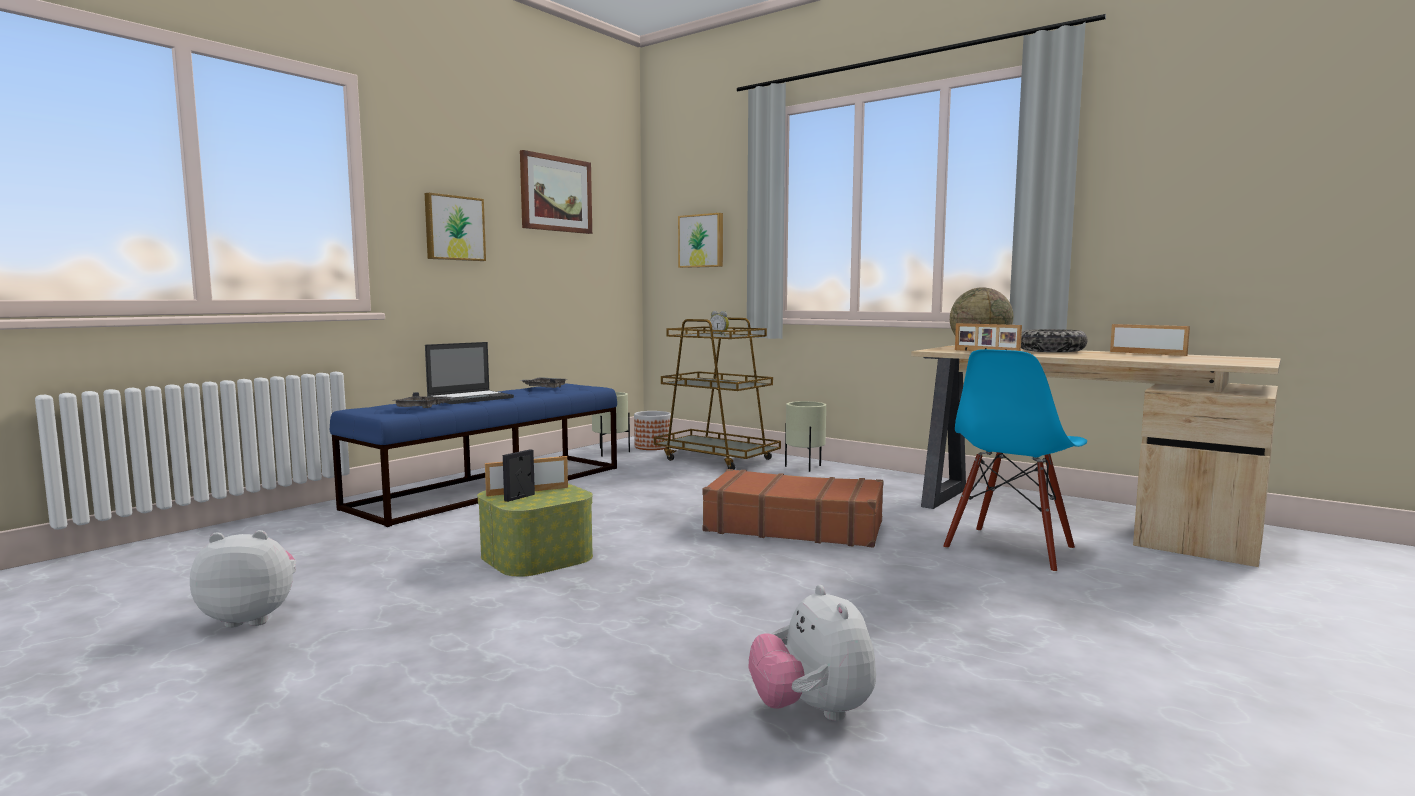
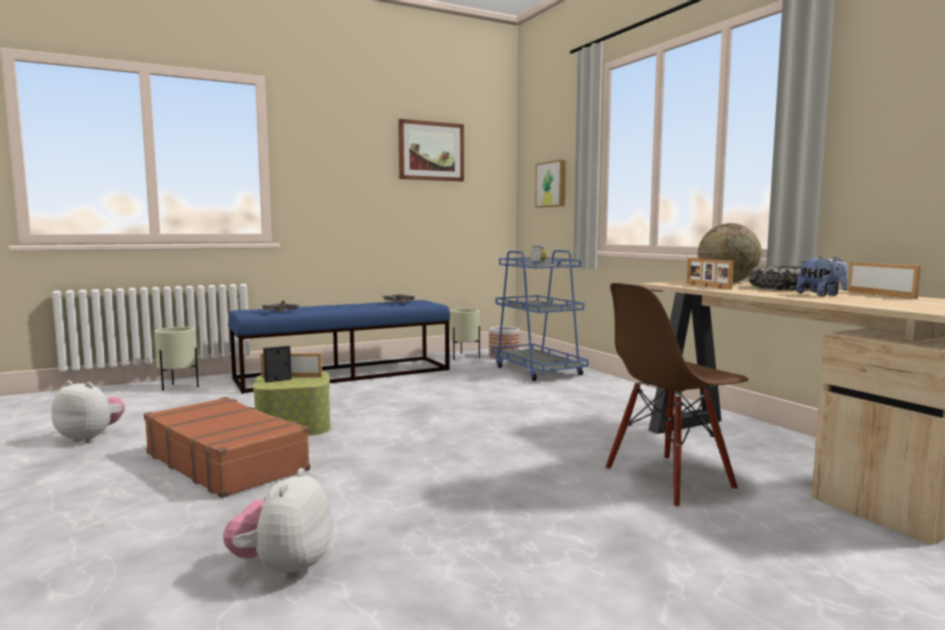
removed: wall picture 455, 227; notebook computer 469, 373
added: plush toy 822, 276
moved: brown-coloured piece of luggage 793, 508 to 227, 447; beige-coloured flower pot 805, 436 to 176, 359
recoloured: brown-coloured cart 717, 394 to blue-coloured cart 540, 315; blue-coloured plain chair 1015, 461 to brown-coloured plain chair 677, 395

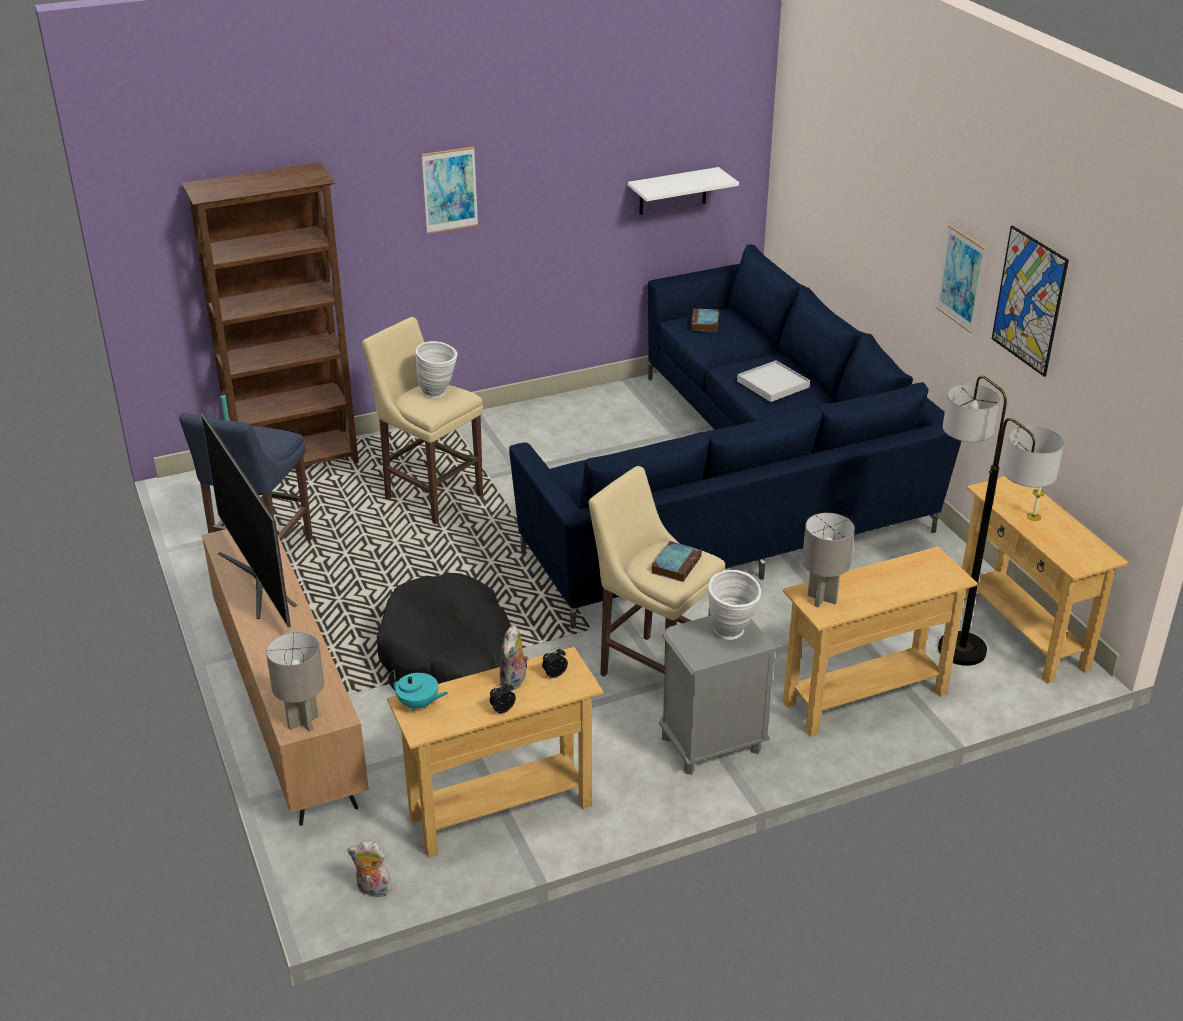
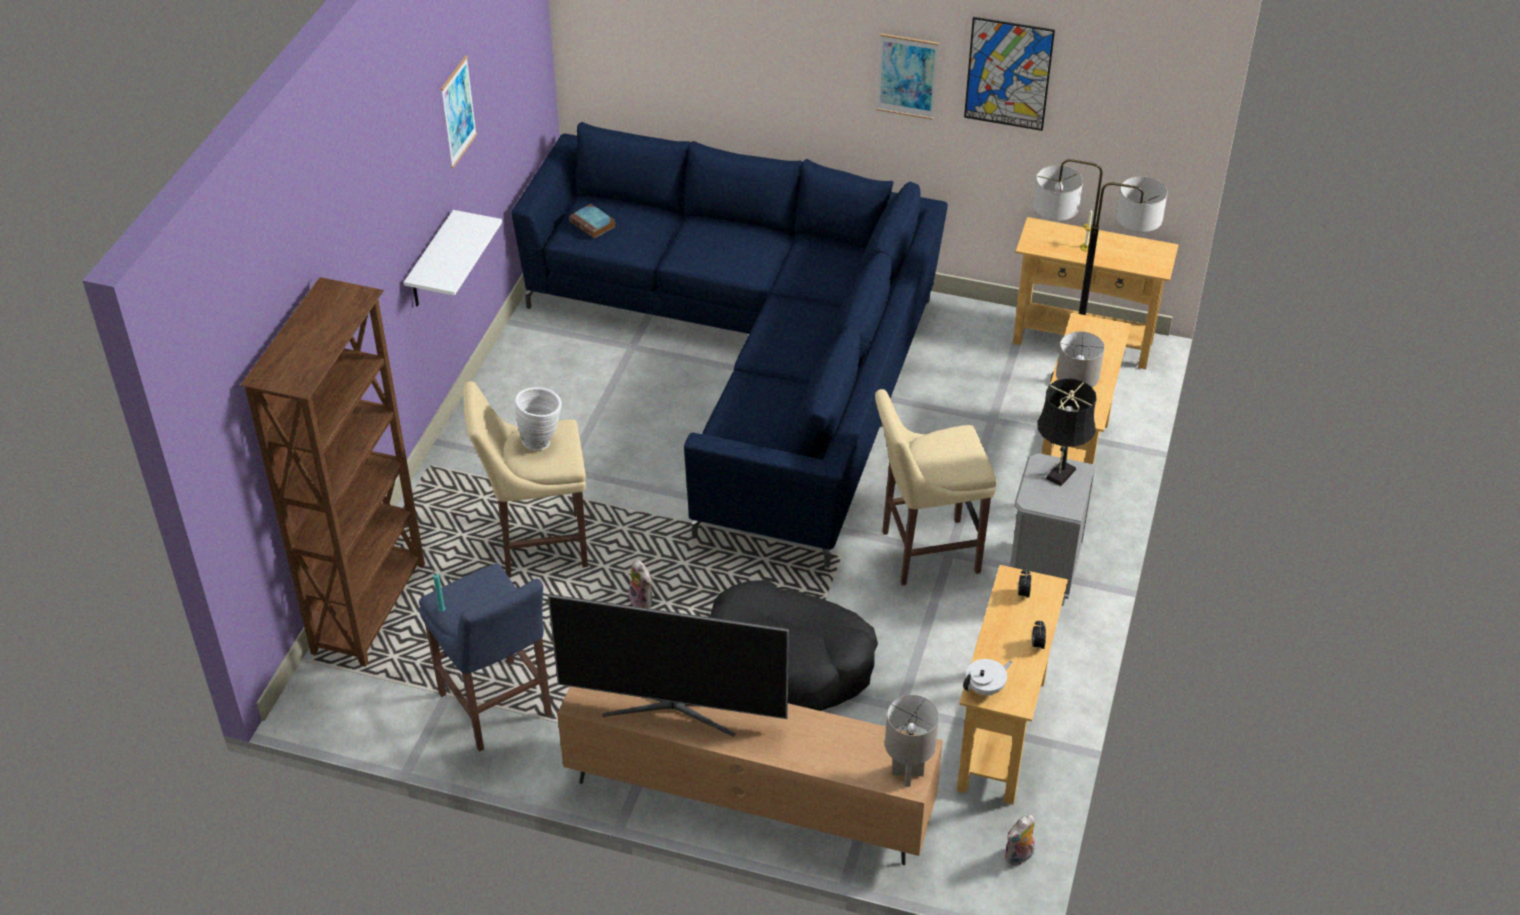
removed: bound book 676, 561; whitish tray 773, 381
moved: wall picture 449, 190 to 459, 111; plush toy 514, 658 to 641, 583; whitish bracket shelf 683, 191 to 453, 258
replaced: whitish vase 734, 605 to blackish tabletop lamp 1067, 432
recoloured: turquoise-coloured pot for tea 418, 690 to whitish pot for tea 988, 677

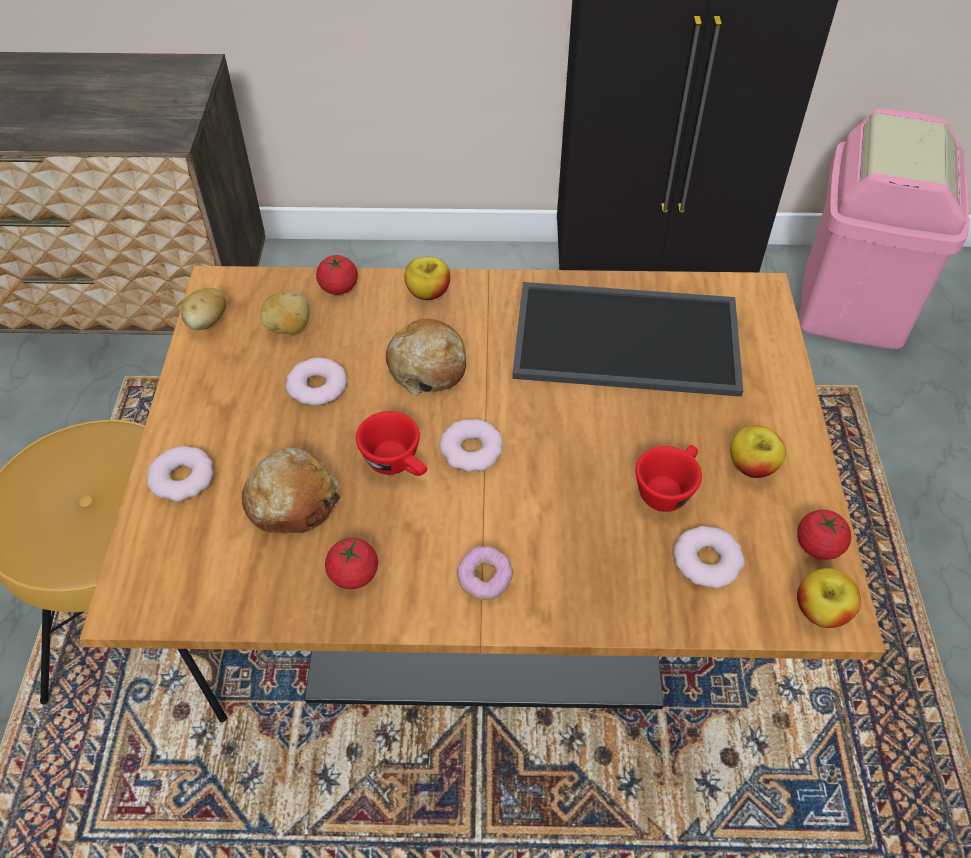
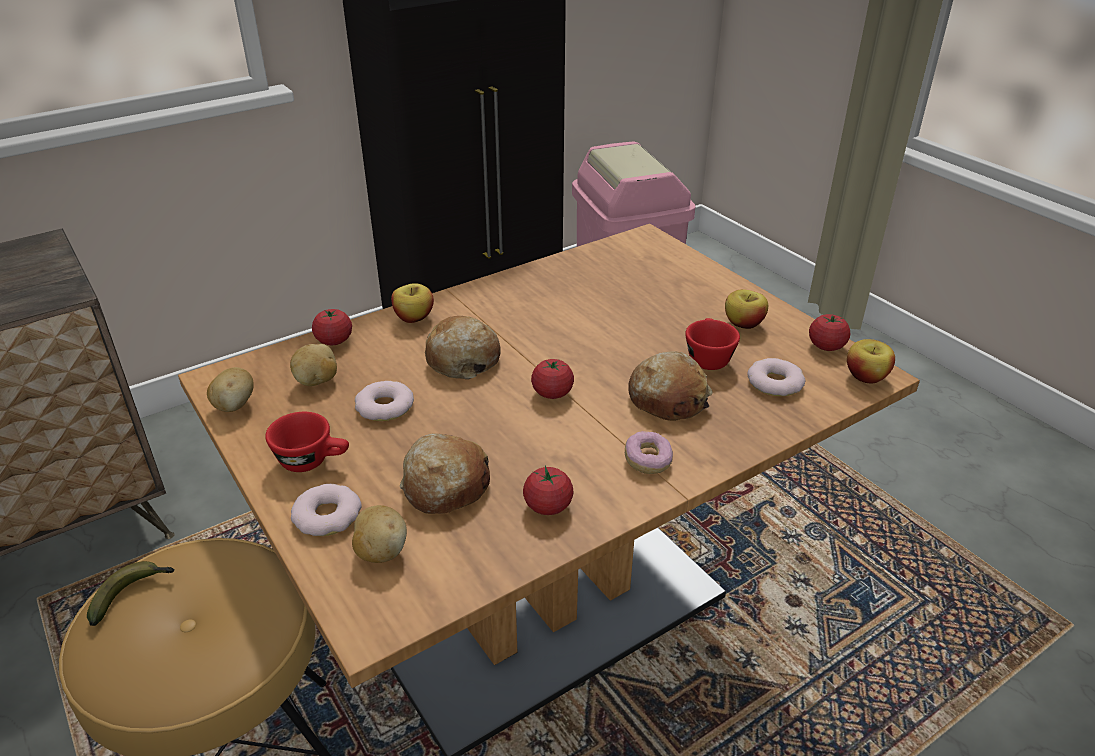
removed: tray 627, 339
added: banana 131, 593; whole potato 379, 534; bread 670, 386
moved: red cup 391, 443 to 307, 442
replaced: donut 471, 445 to fresh tomato 552, 379

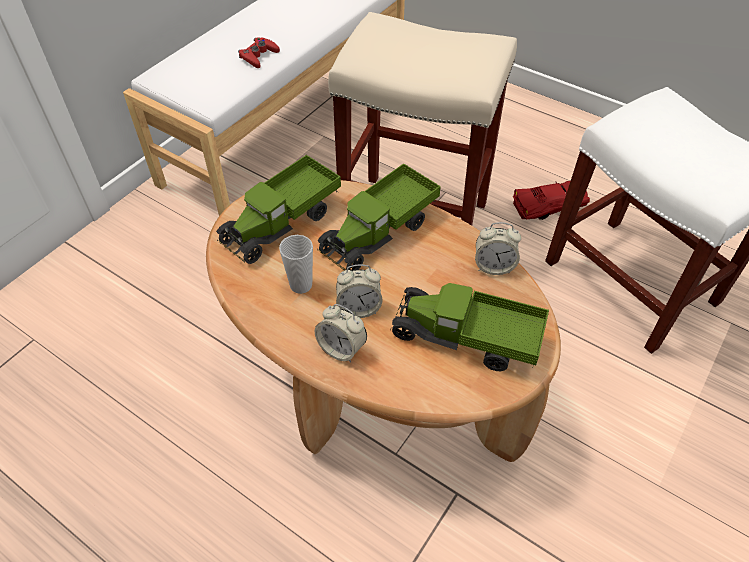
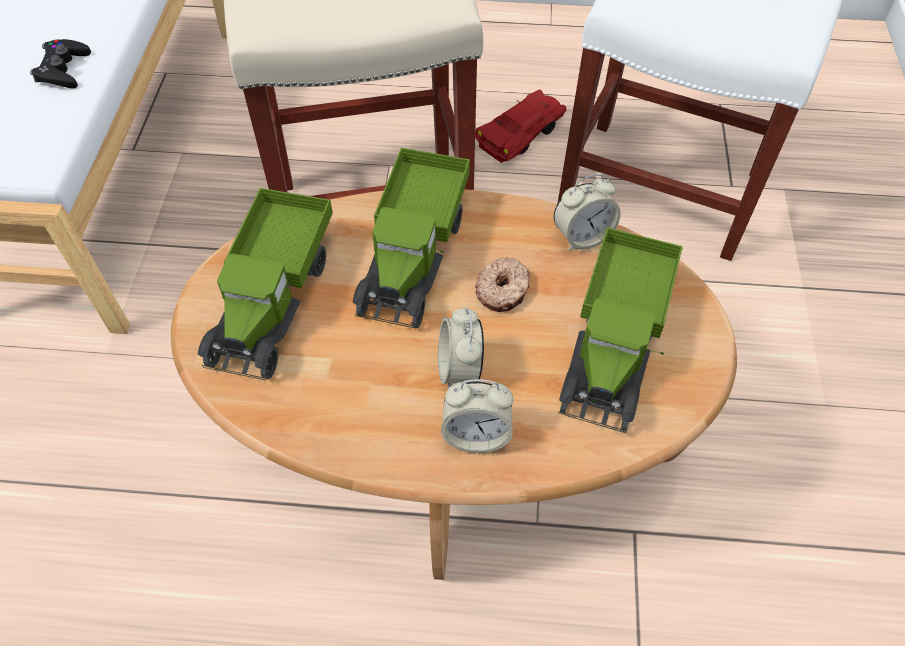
removed: cup 296, 264
added: donut 502, 284
recoloured: red gamepad 259, 52 to blackish gamepad 60, 64
turned: bedside clock 359, 291 = 461, 348 120 degrees clockwise; model truck 469, 327 = 620, 330 60 degrees counterclockwise

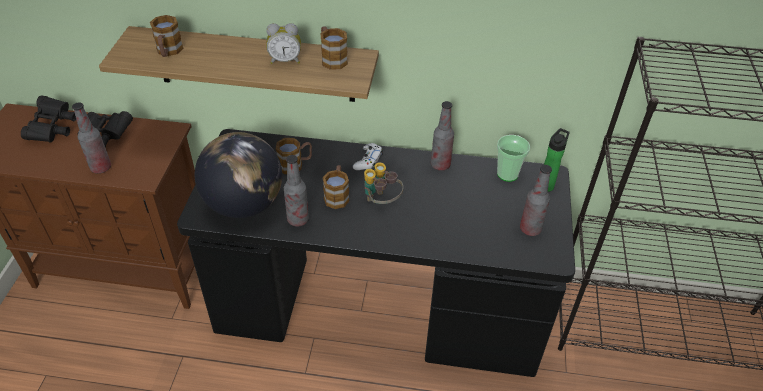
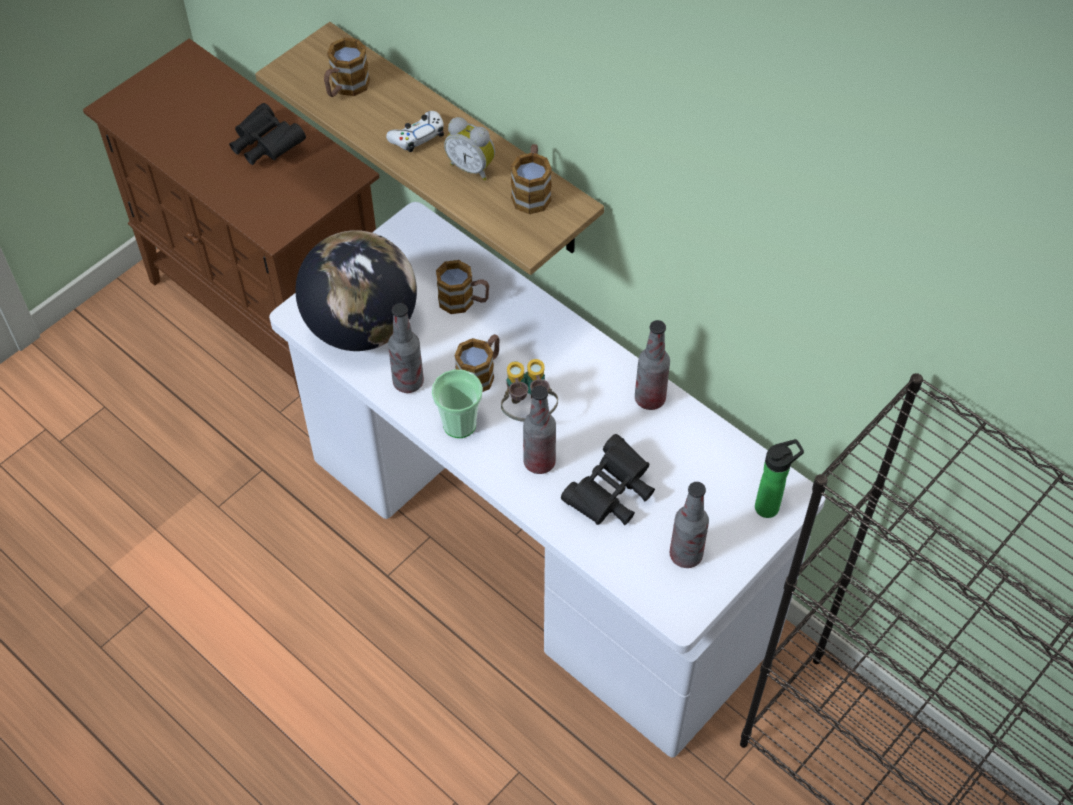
moved: blackish binoculars 48, 119 to 608, 479; bottle 91, 138 to 539, 429; whitish gamepad 368, 156 to 415, 131; cup 513, 158 to 457, 403
recoloured: blackish desk table 376, 253 to whitish desk table 547, 480

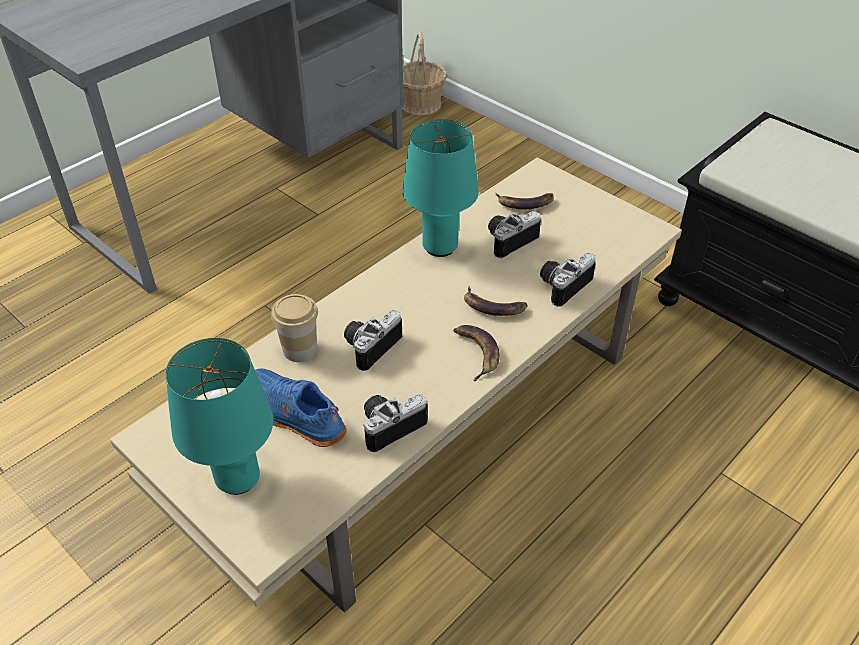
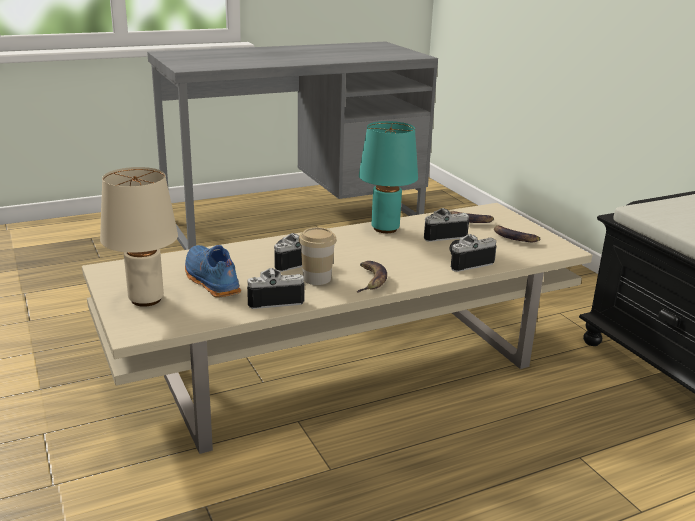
removed: basket 424, 73
moved: cup 294, 328 to 318, 256; banana 496, 301 to 517, 234
recoloured: turquoise-coloured tabletop lamp 219, 416 to beige-coloured tabletop lamp 139, 237

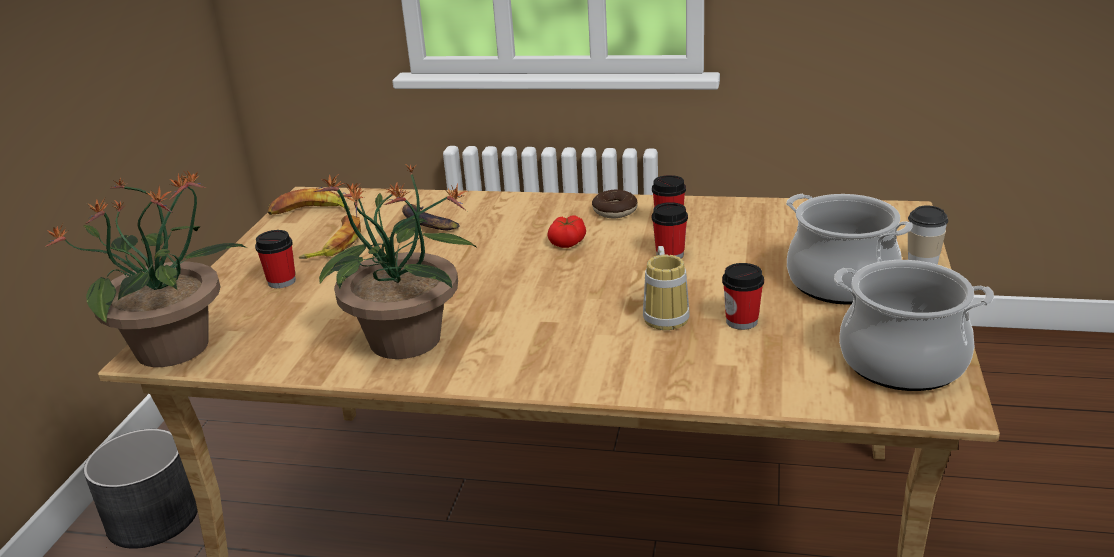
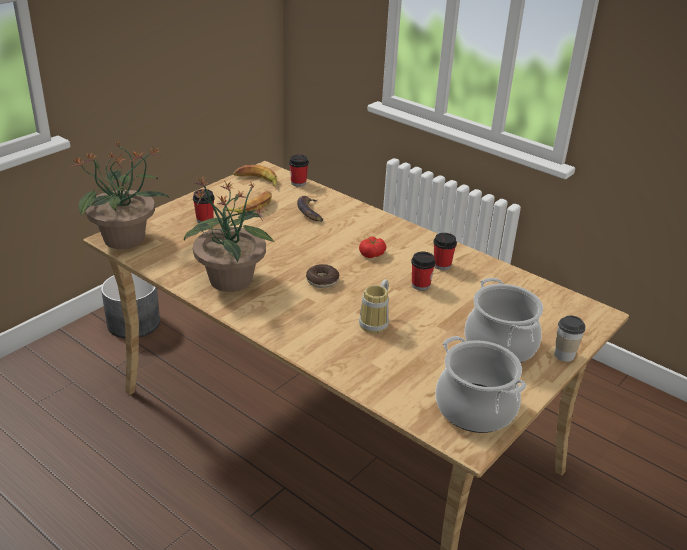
moved: donut 614, 204 to 322, 276; cup 743, 296 to 299, 171

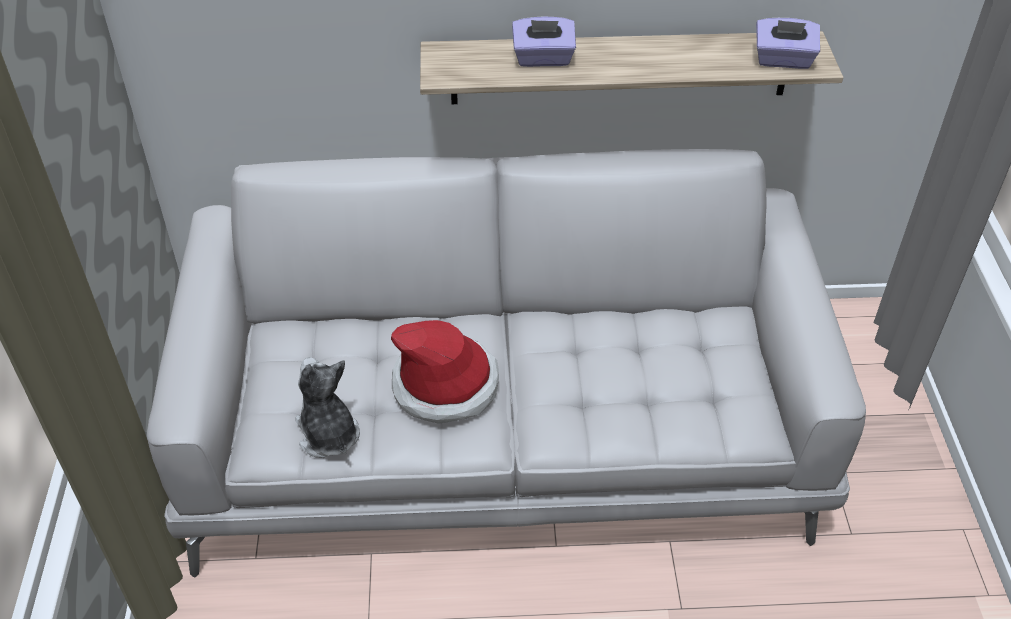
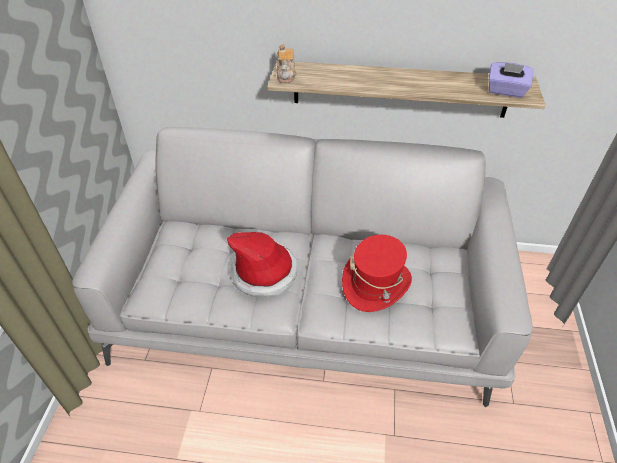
removed: plush toy 327, 407; purple tissue holder 544, 41
added: pot for tea 287, 63; red clothing hat 377, 273

